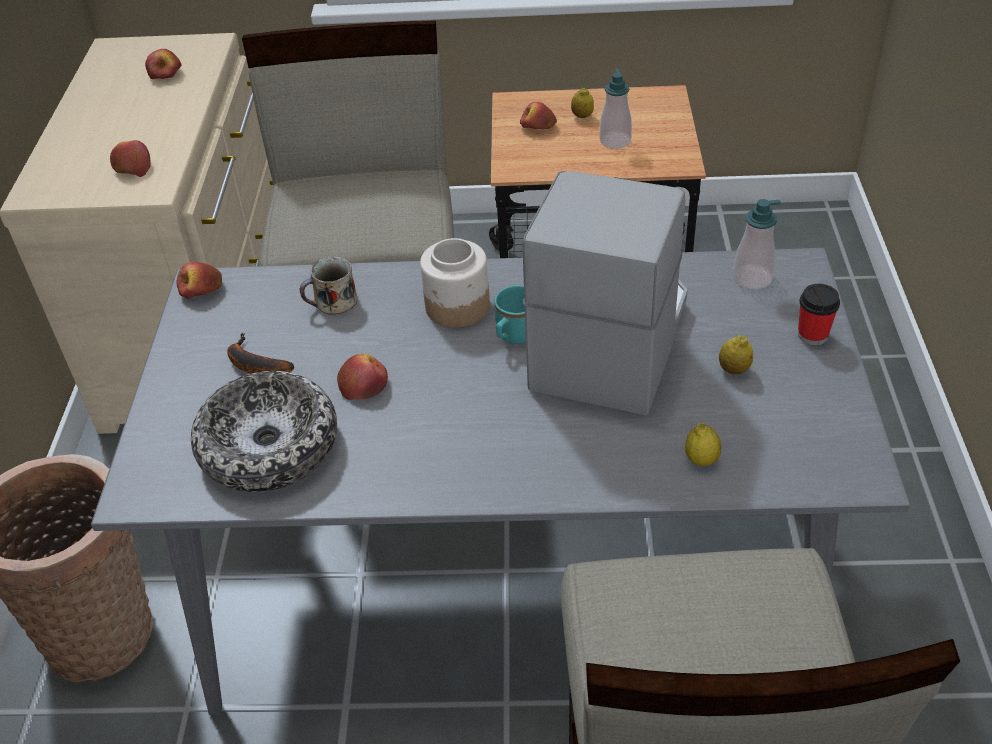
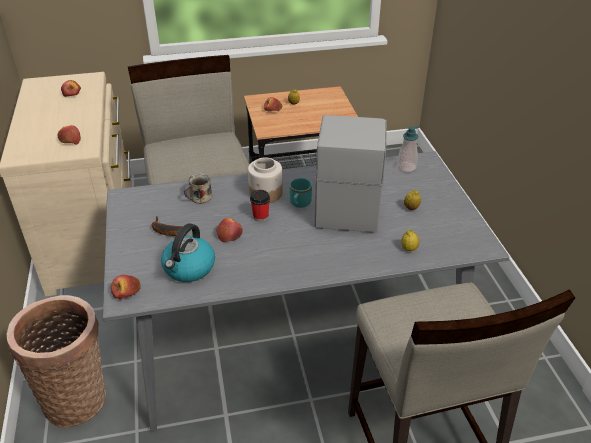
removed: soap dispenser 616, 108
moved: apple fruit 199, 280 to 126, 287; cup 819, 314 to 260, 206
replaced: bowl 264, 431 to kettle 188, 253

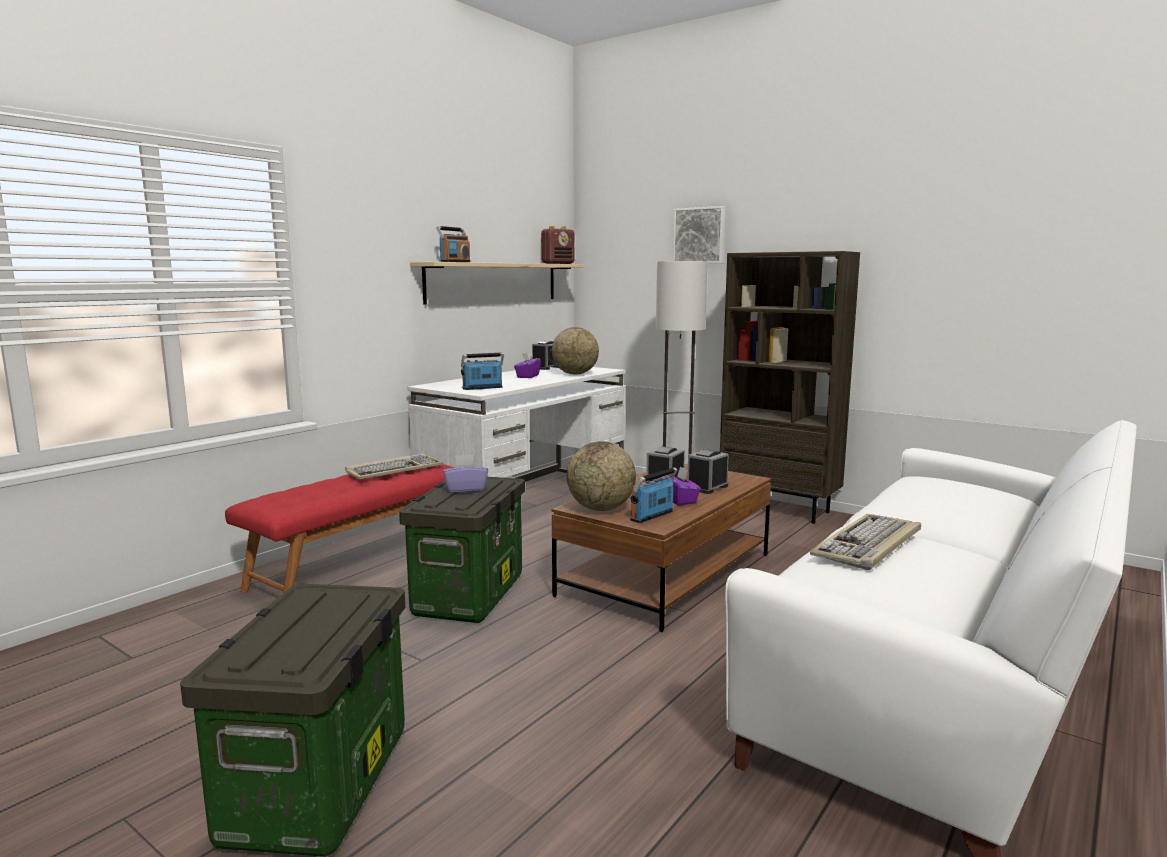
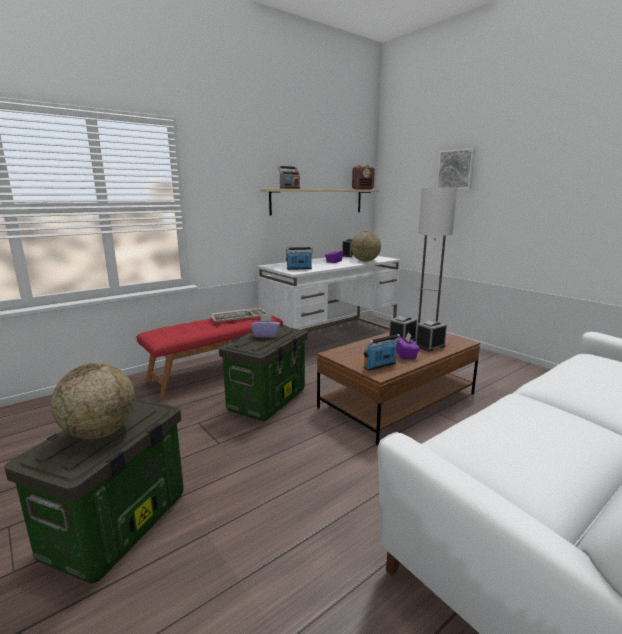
removed: brown-coloured bookcase 790, 387; computer keyboard 865, 542
moved: desk globe 601, 476 to 93, 401

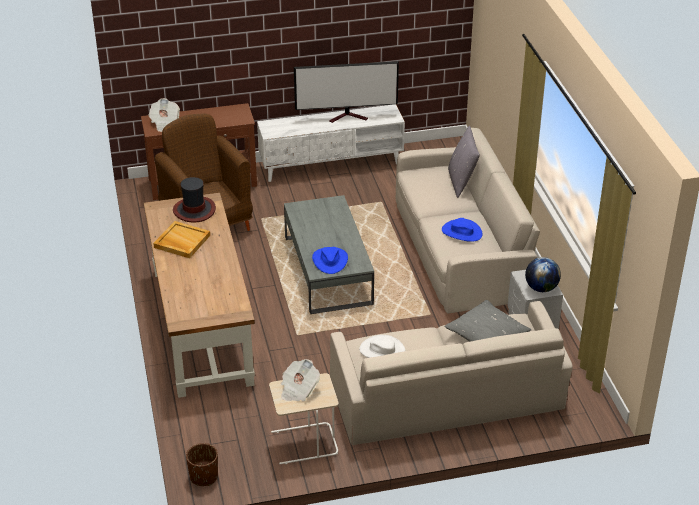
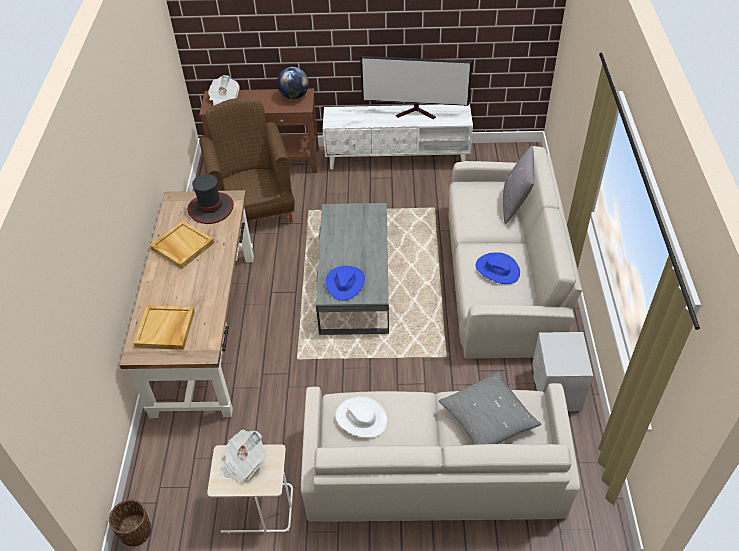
added: beige-coloured tray 164, 327
moved: desk globe 543, 274 to 293, 83

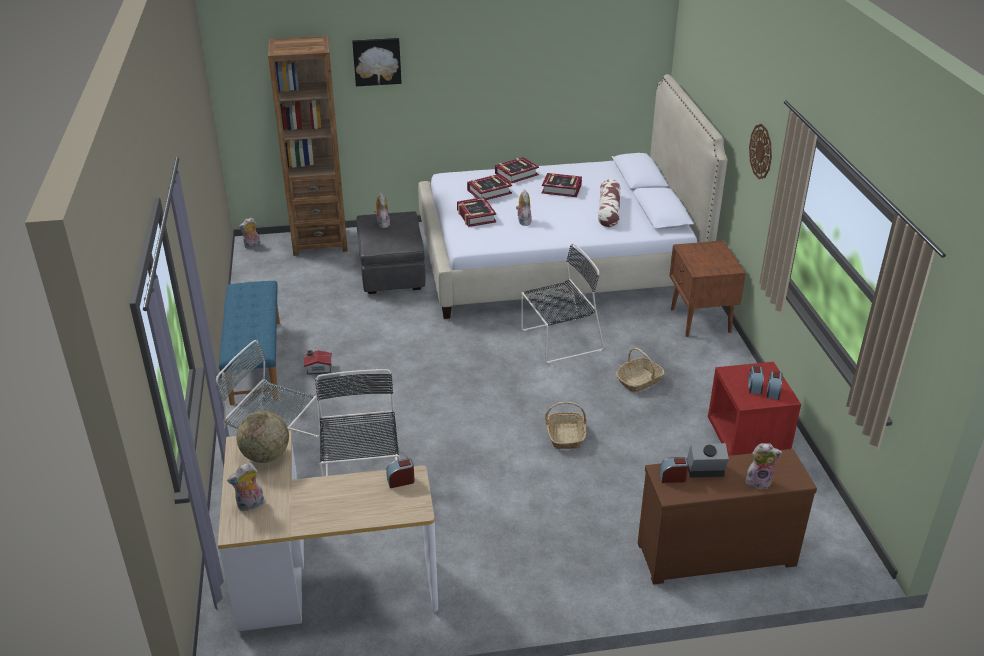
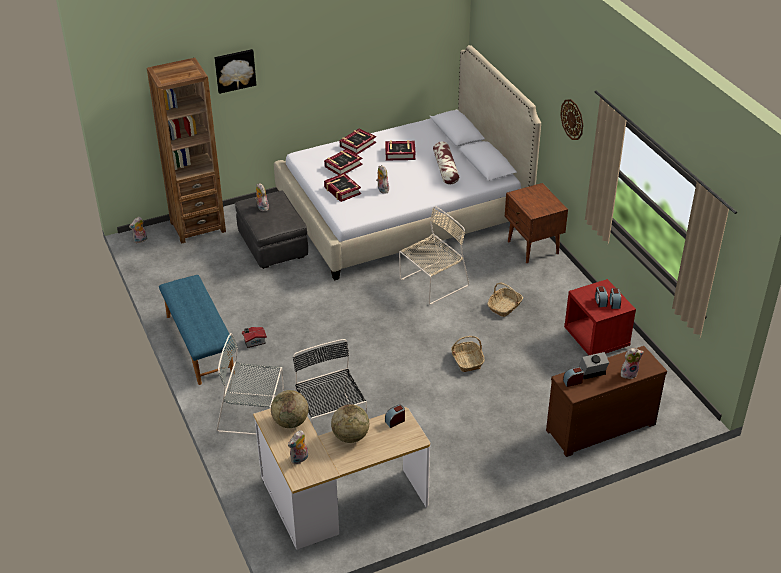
added: desk globe 350, 423
recoloured: blackish plain chair 562, 303 to beige-coloured plain chair 434, 255

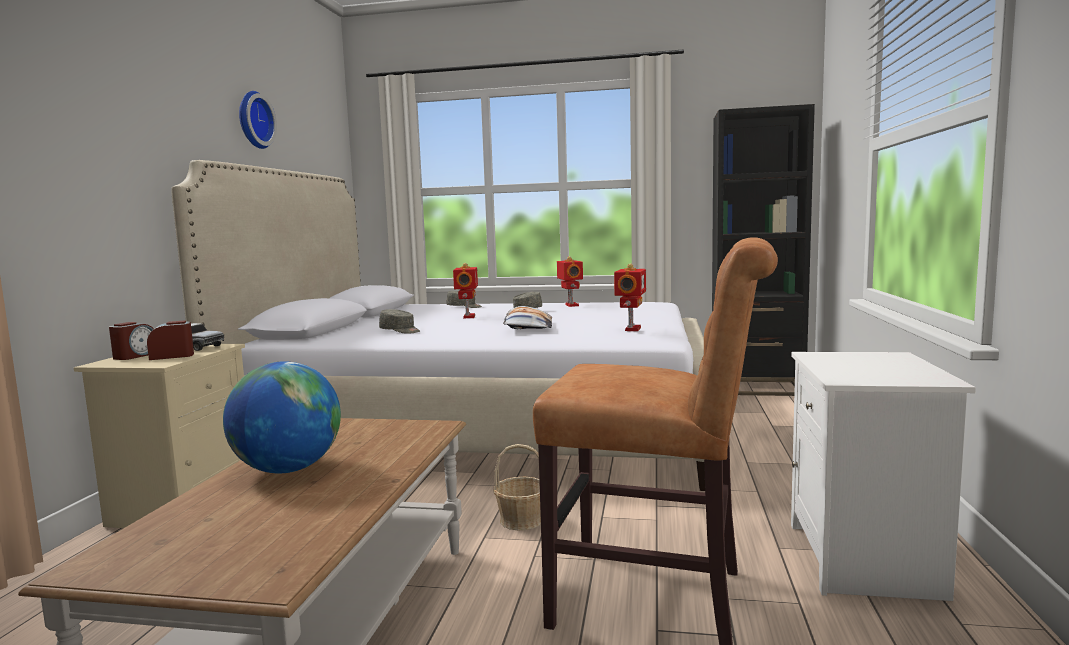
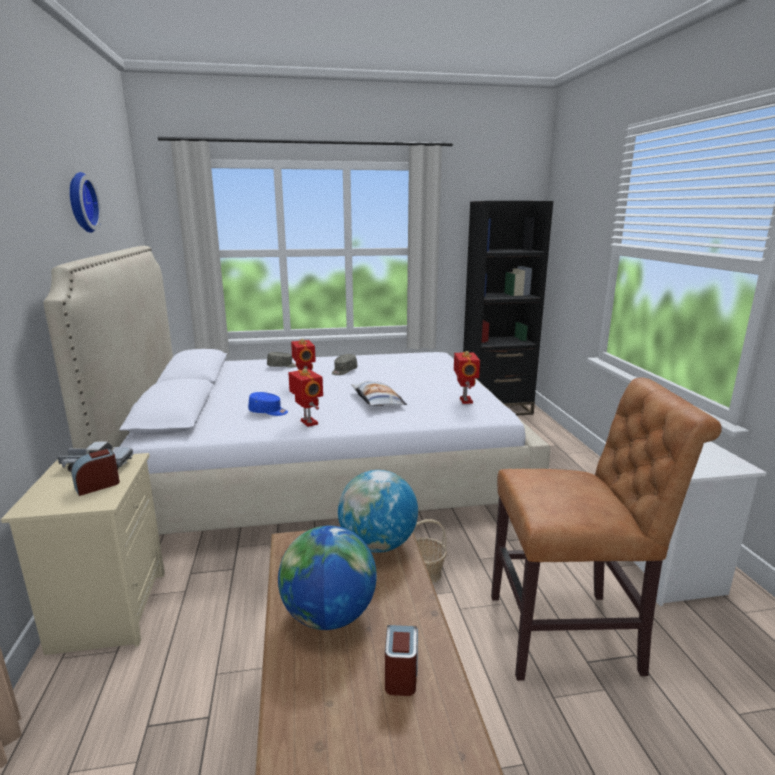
added: desk globe 378, 511
moved: bedside clock 131, 341 to 401, 660; model robot 570, 281 to 305, 397
recoloured: gray peaked cap 399, 321 to blue-coloured peaked cap 268, 404

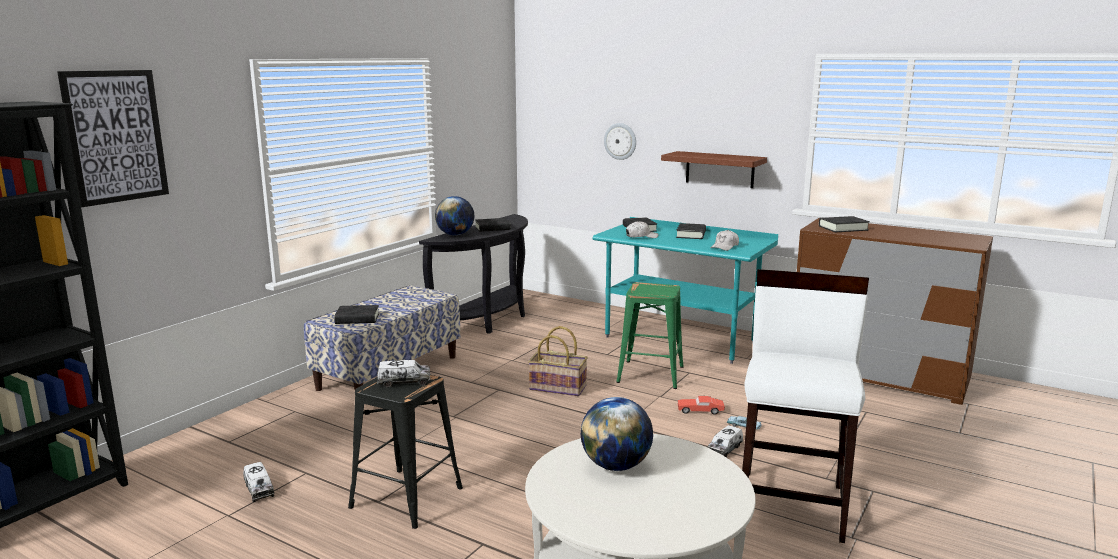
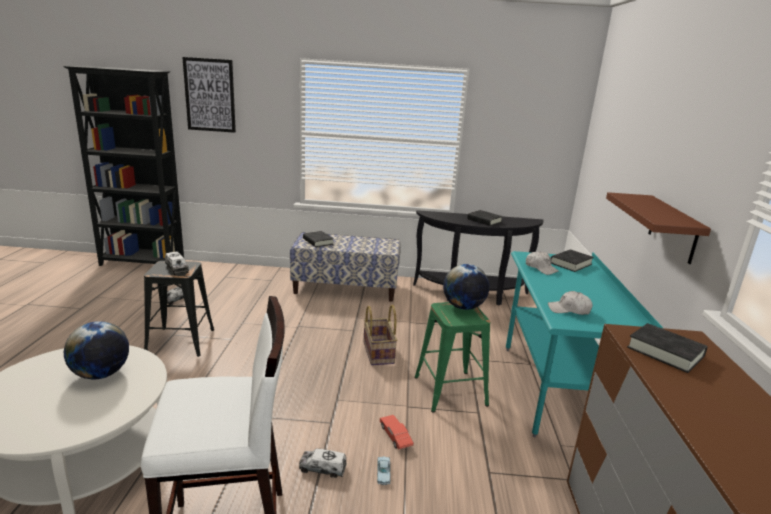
removed: wall clock 620, 141; blackish bound book 691, 231
moved: desk globe 455, 216 to 466, 287

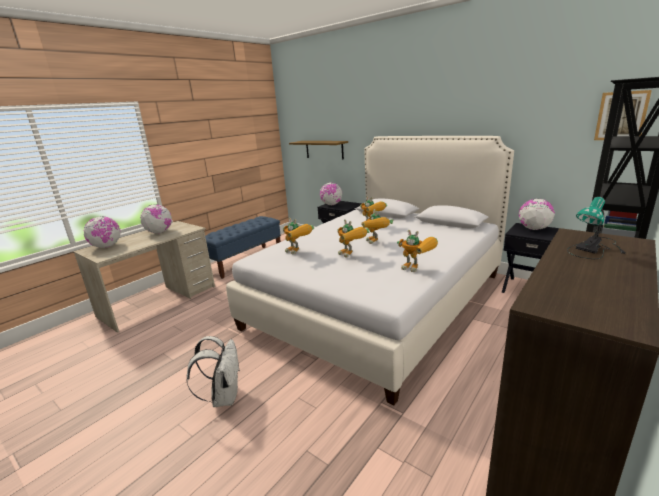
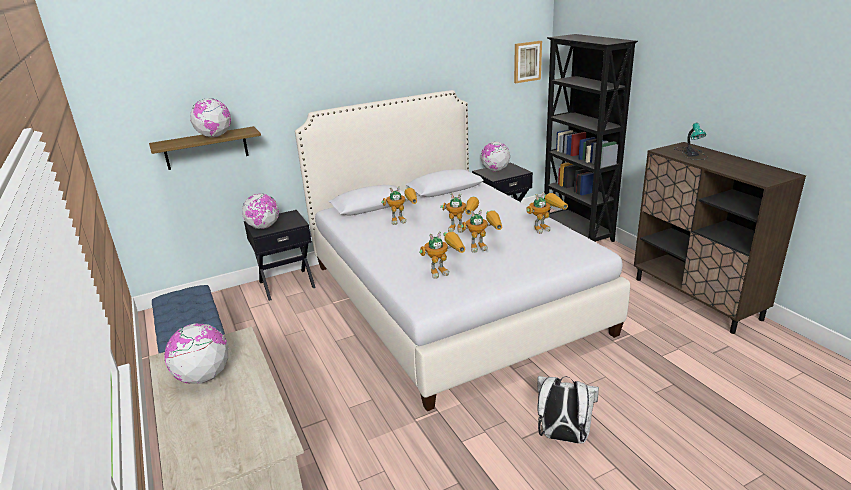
moved: desk globe 101, 232 to 210, 118

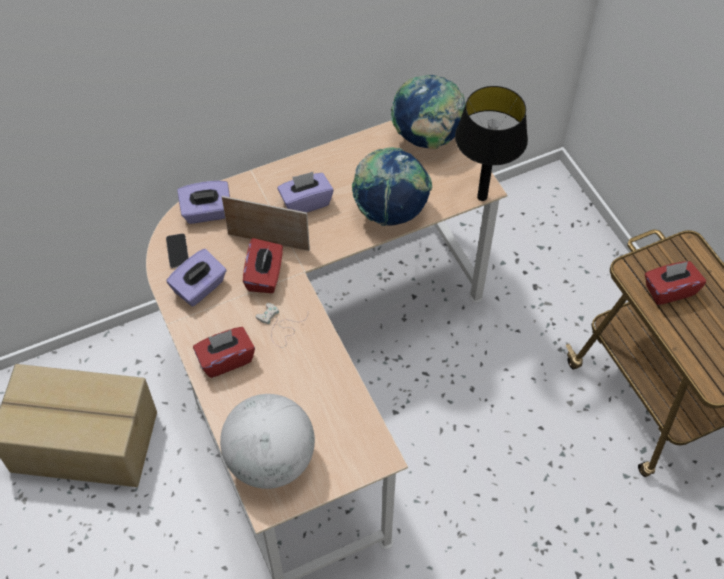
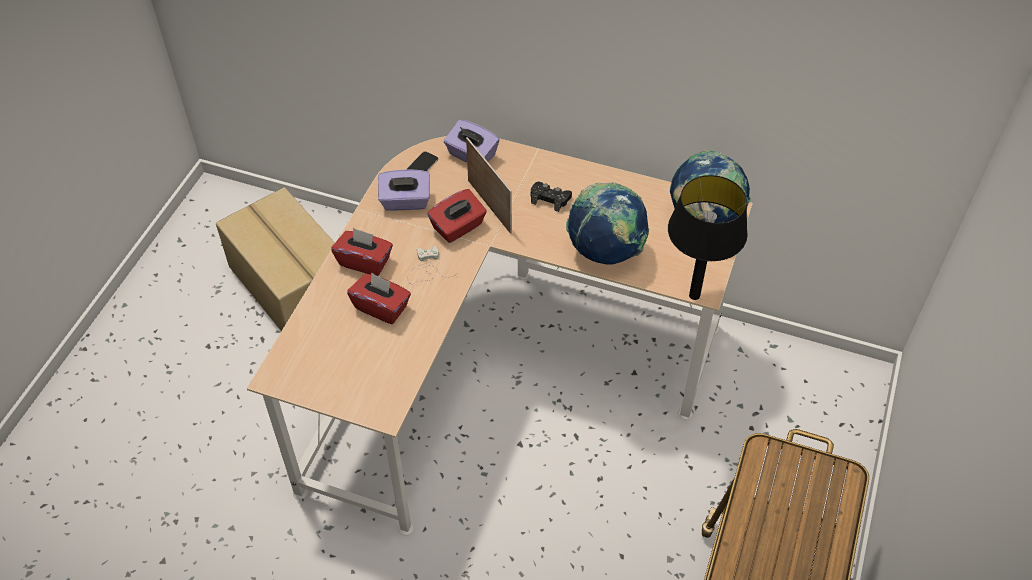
removed: desk globe 267, 441
moved: red tissue holder 675, 283 to 379, 298
replaced: purple tissue holder 305, 192 to blackish gamepad 551, 197

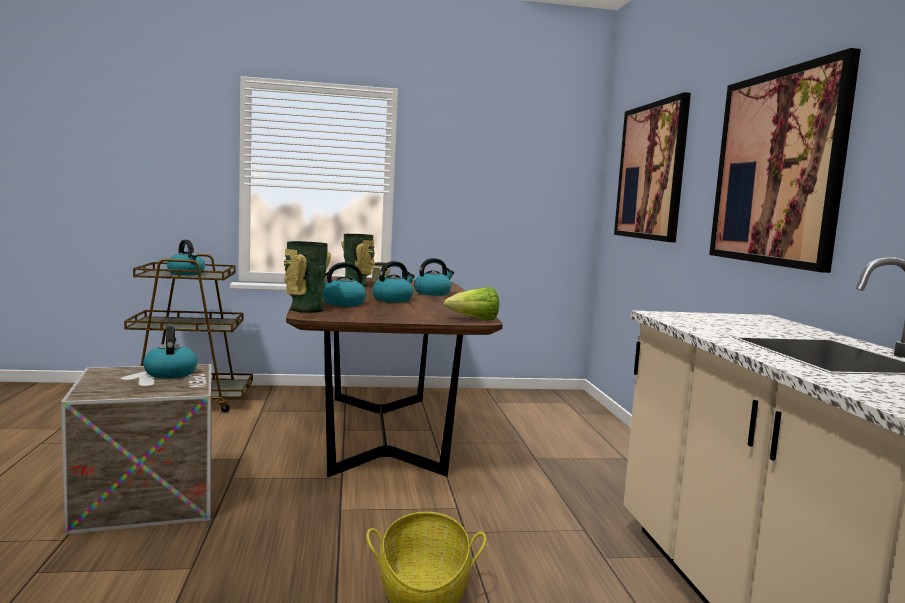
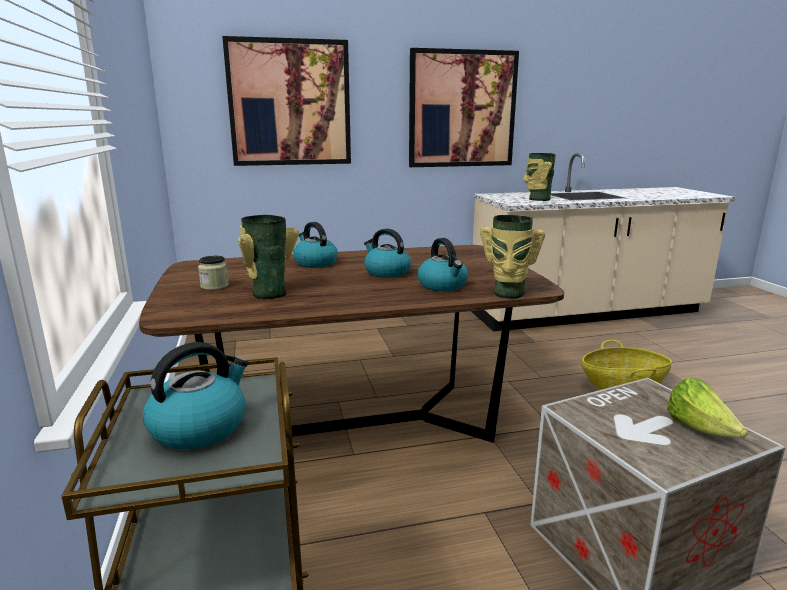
removed: kettle 170, 352
added: vase 539, 177
moved: lettuce 471, 303 to 707, 408

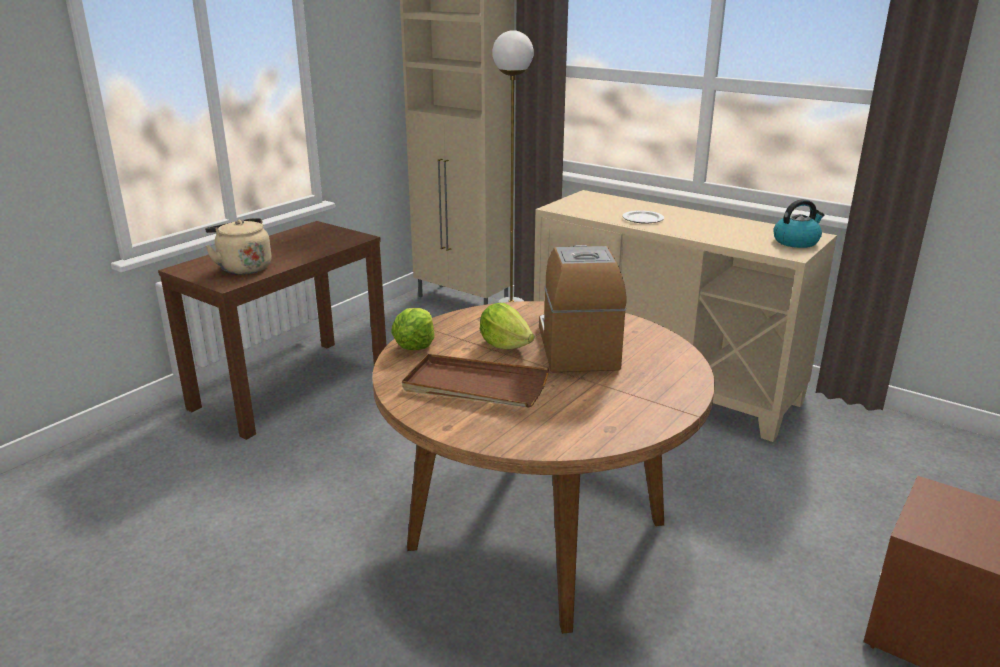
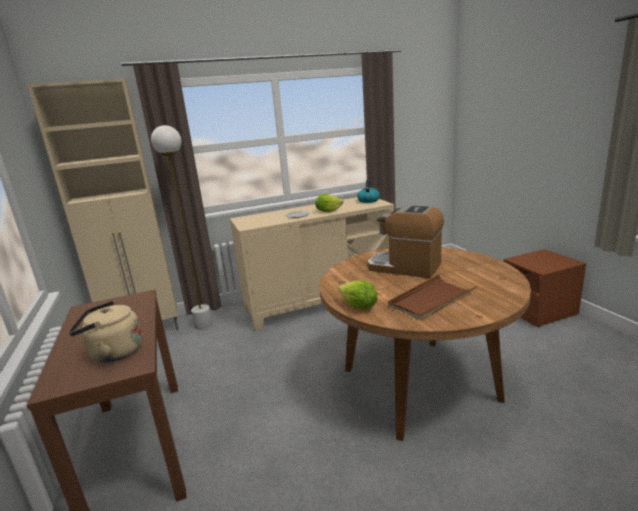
moved: lettuce 507, 326 to 329, 203

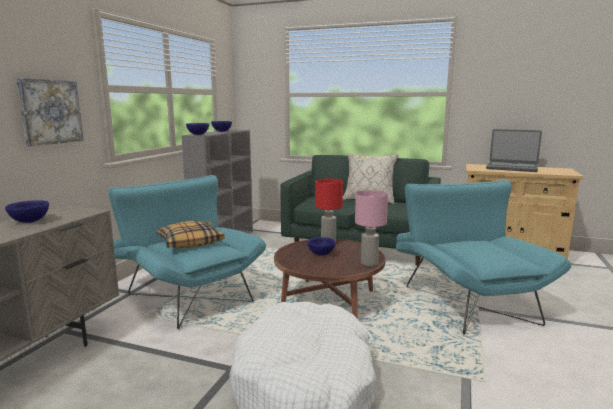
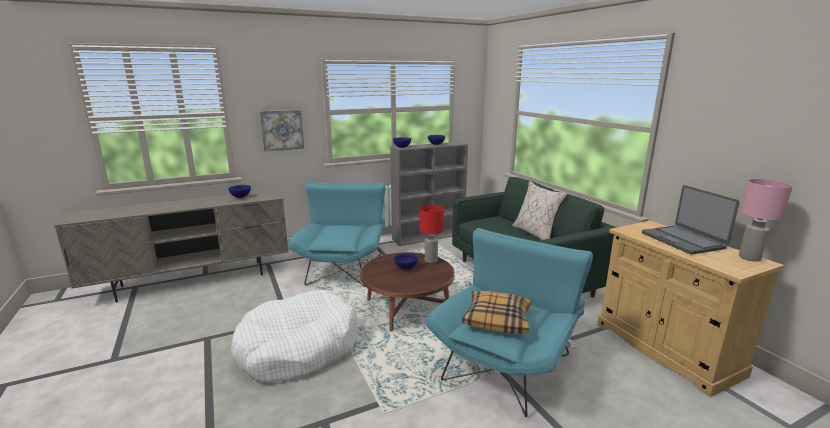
moved: cushion 190, 234 to 496, 312; pink tabletop lamp 371, 228 to 766, 220

